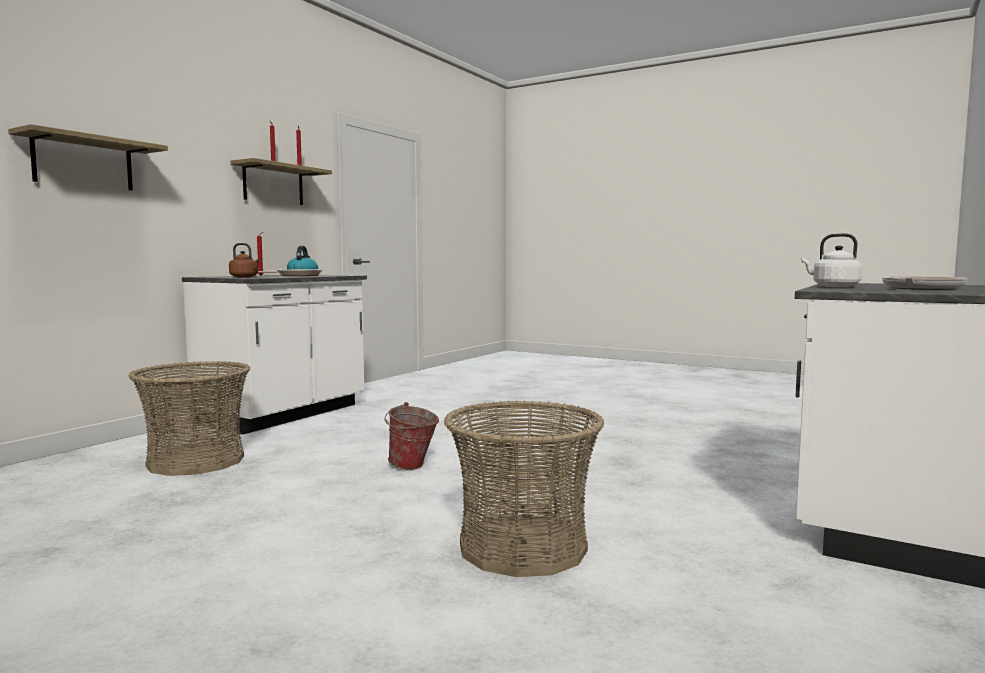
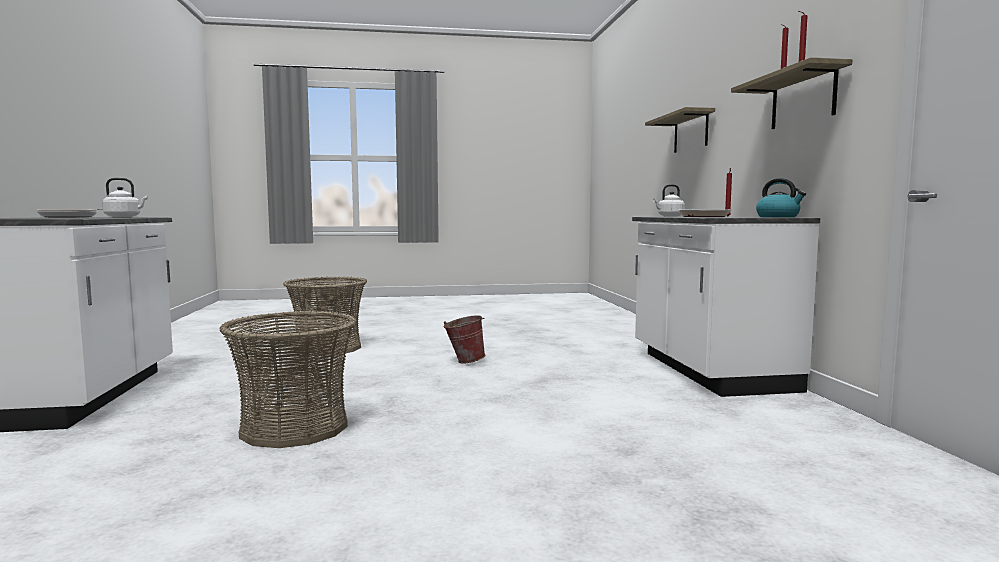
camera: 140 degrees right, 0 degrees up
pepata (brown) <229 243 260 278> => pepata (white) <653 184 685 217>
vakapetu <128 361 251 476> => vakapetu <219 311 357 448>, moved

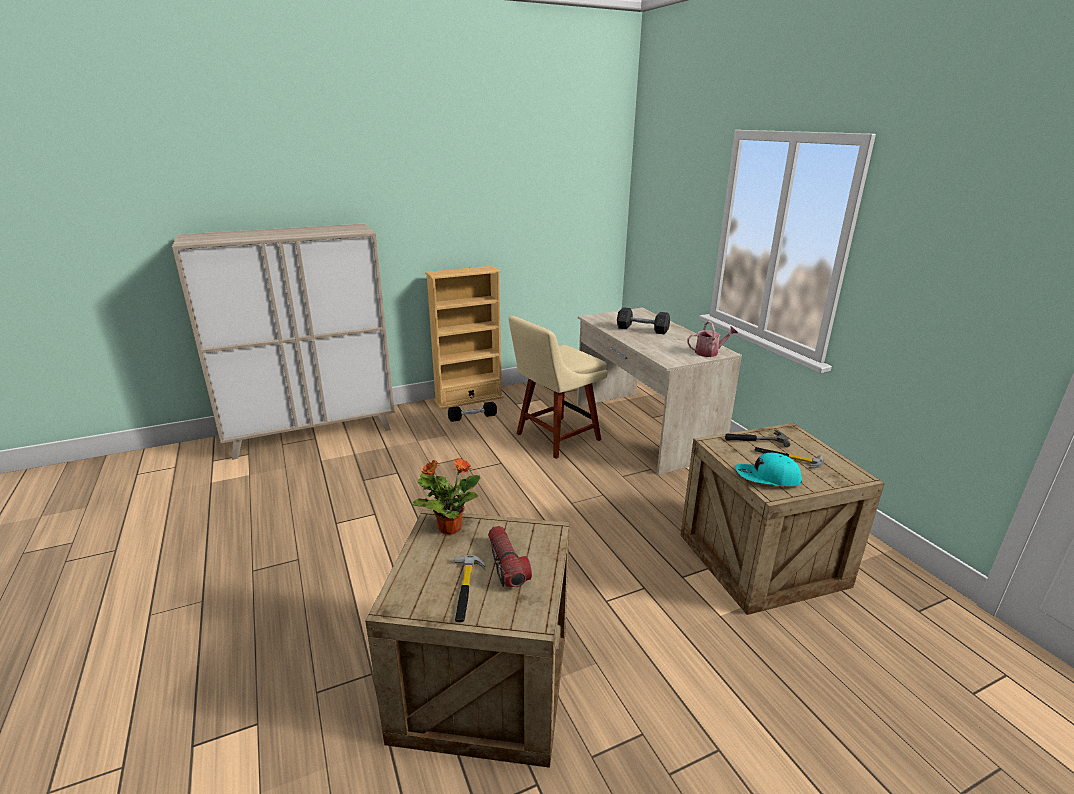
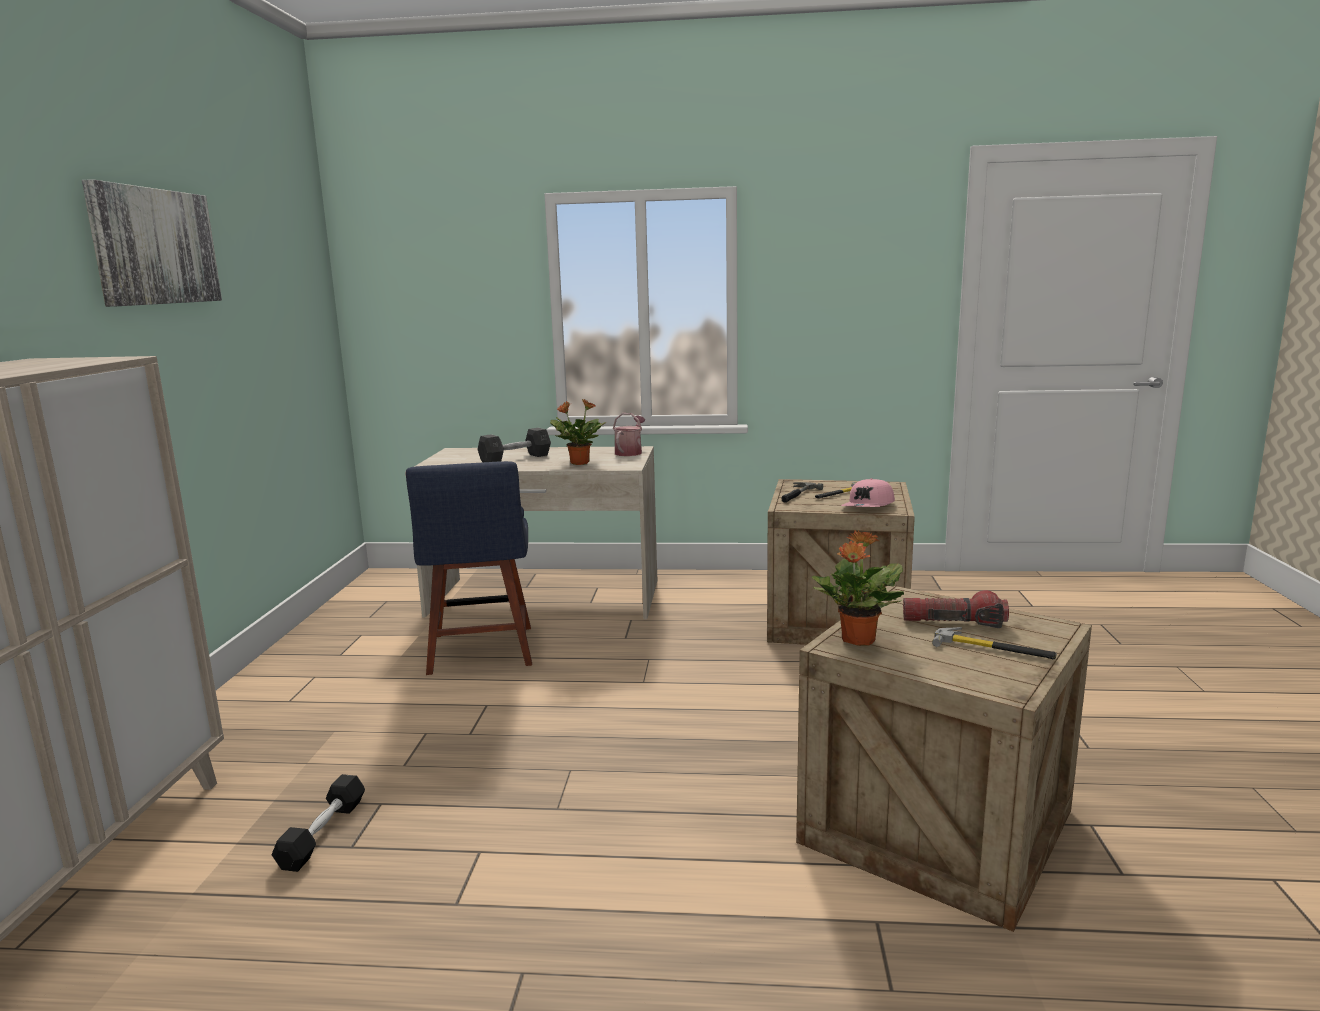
camera: 60 degrees left, 10 degrees down
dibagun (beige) <425 266 503 409> => nothing
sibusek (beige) <508 316 608 459> => sibusek (blue) <406 461 532 675>
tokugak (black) <448 402 497 422> => tokugak (black) <272 774 365 872>, moved
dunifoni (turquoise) <735 453 802 486> => dunifoni (pink) <841 478 895 507>
nothing => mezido <82 179 222 307>
nothing => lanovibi <550 399 606 465>

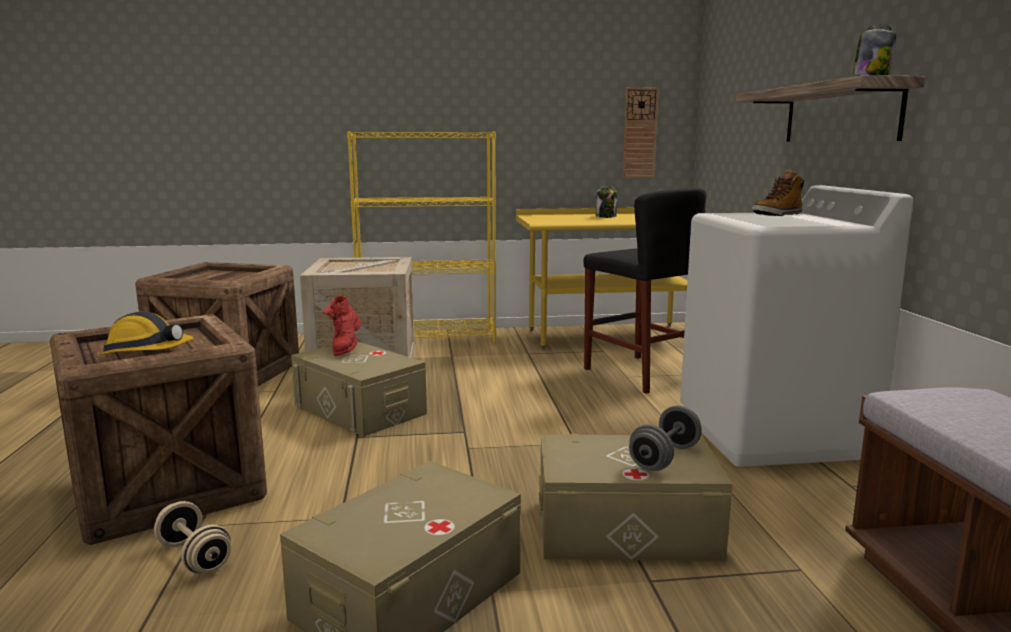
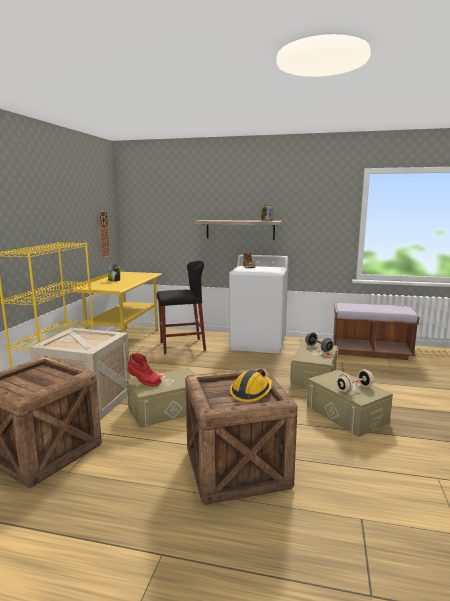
camera: 70 degrees left, 0 degrees up
tokugak (beige) <154 501 231 574> => tokugak (beige) <336 369 374 393>, moved

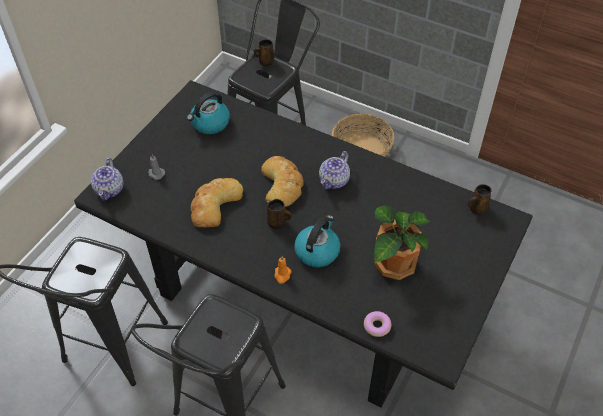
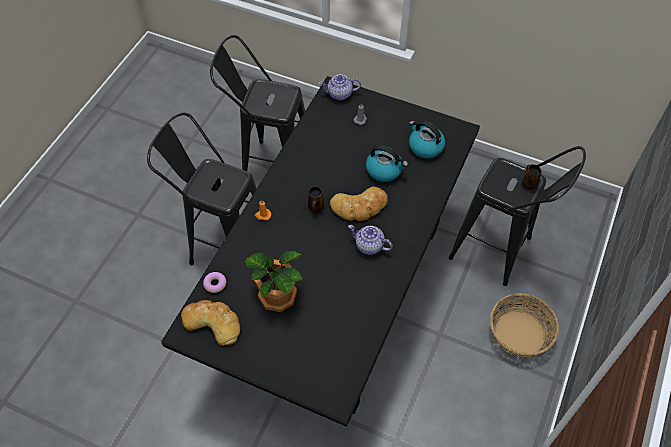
camera: 85 degrees right, 5 degrees up
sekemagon <191 178 243 227> => sekemagon <181 300 240 346>, moved
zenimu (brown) <468 184 492 215> => nothing
pepata <294 215 340 267> => pepata <366 145 408 182>, moved

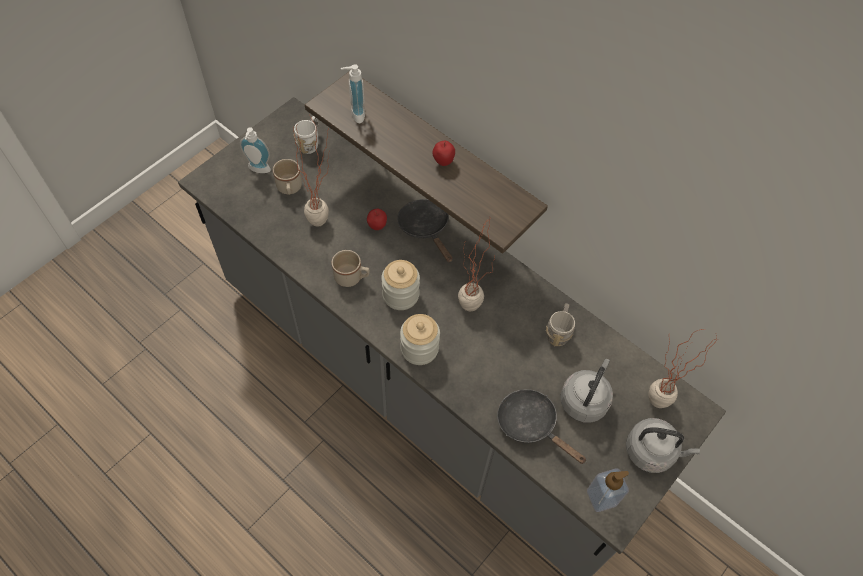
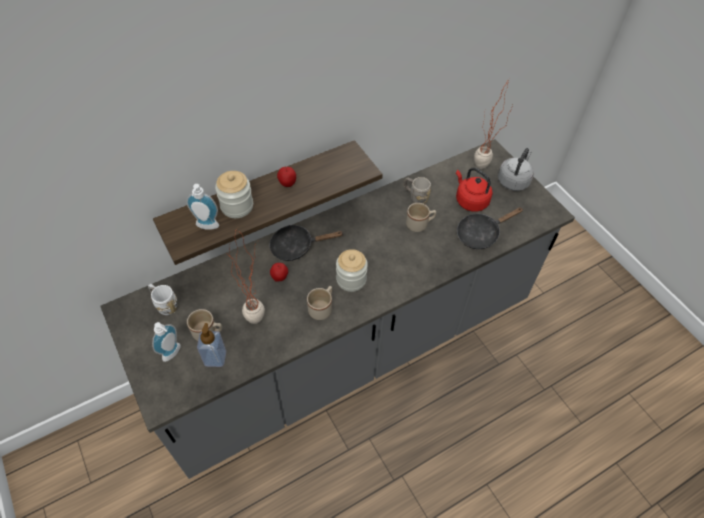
camera: 70 degrees left, 5 degrees down
lanovibi <458 219 495 311> => nothing
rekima <400 314 440 365> => rekima <215 171 253 218>, moved
pepata (grey) <560 359 613 423> => pepata (red) <456 168 493 212>
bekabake <587 468 629 512> => bekabake <197 323 226 367>, moved
nothing => zenimu (beige) <406 203 436 232>

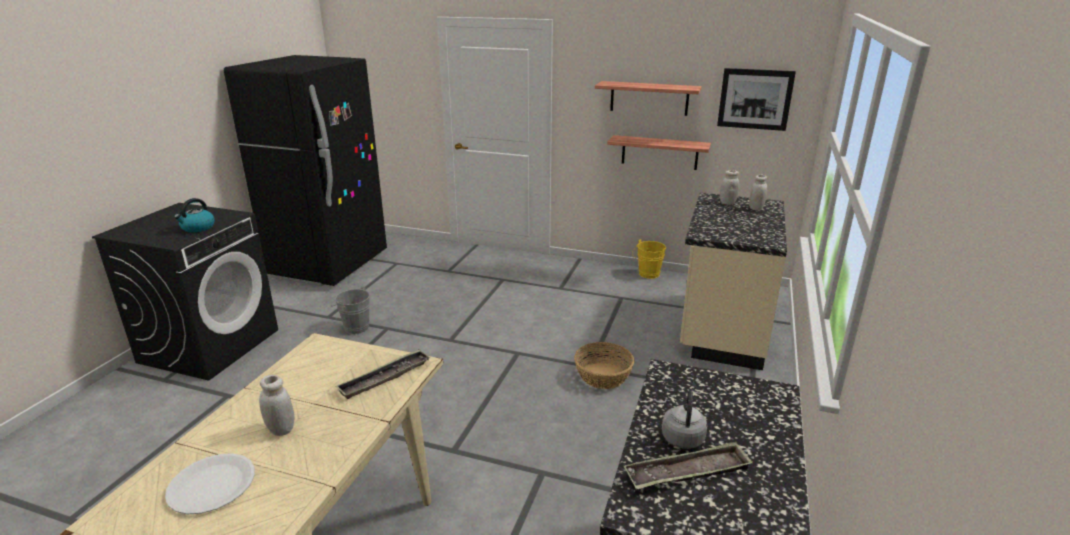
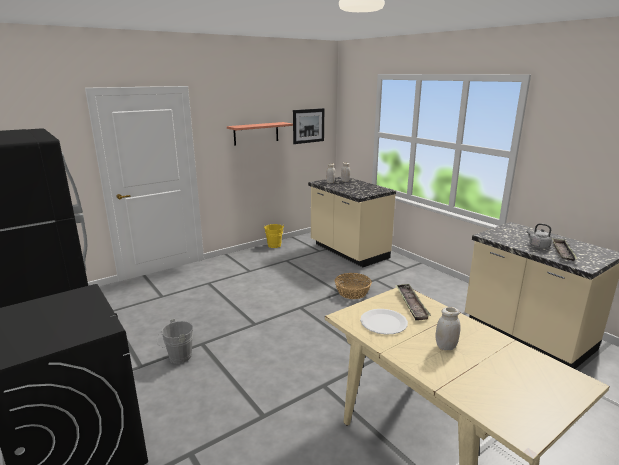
camera: 55 degrees left, 5 degrees down
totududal <607 135 711 170> => nothing
pepata <174 198 215 233> => nothing
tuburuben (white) <165 453 255 514> => tuburuben (white) <360 309 408 335>, moved

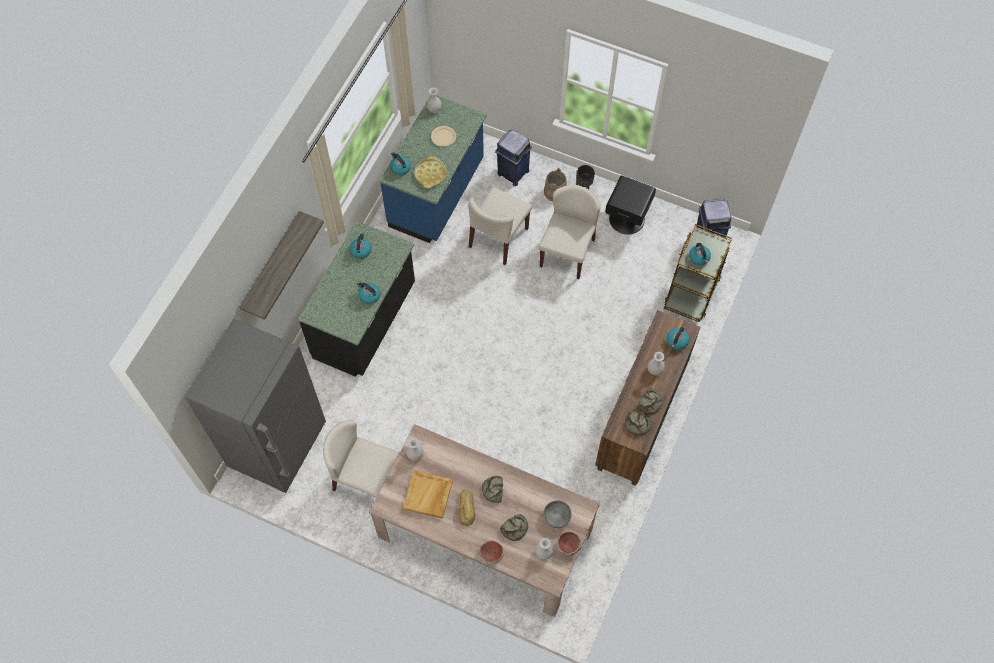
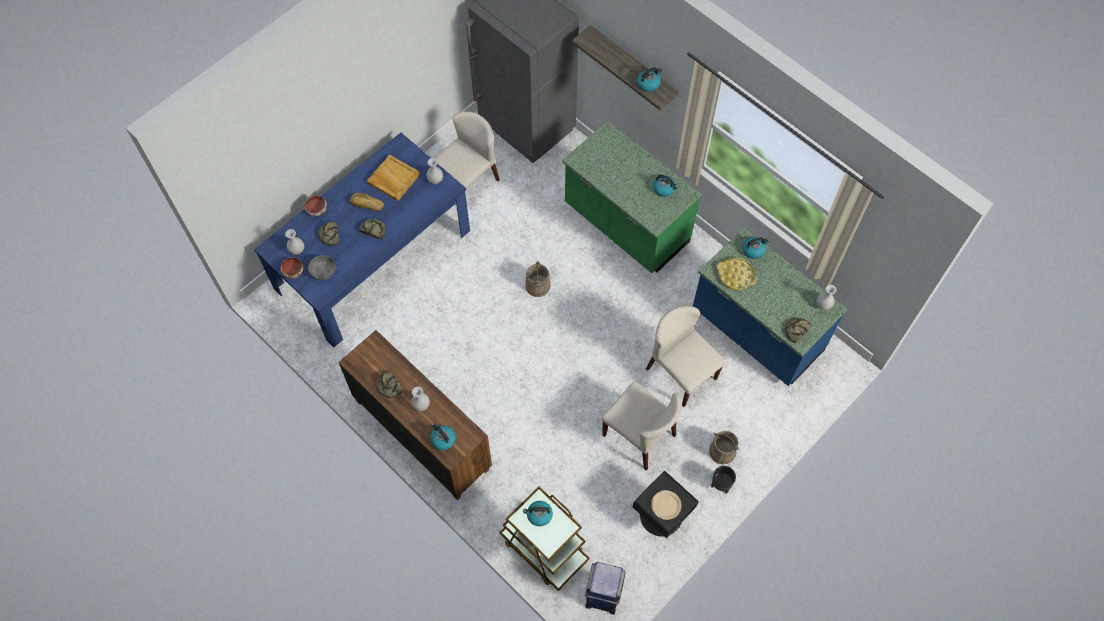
camera: 110 degrees right, 0 degrees up
tuburuben (beige) <431 126 456 147> => tuburuben (beige) <651 490 681 520>, moved
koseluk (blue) <495 129 532 186> => nothing
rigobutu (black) <298 221 415 377> => rigobutu (green) <562 121 701 273>
pepata <357 281 380 304> => pepata <637 67 663 92>, moved
sekemagon <625 411 652 435> => sekemagon <785 318 812 343>, moved
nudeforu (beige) <369 424 600 617> => nudeforu (blue) <254 133 470 347>
nothing => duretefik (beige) <525 261 550 297>

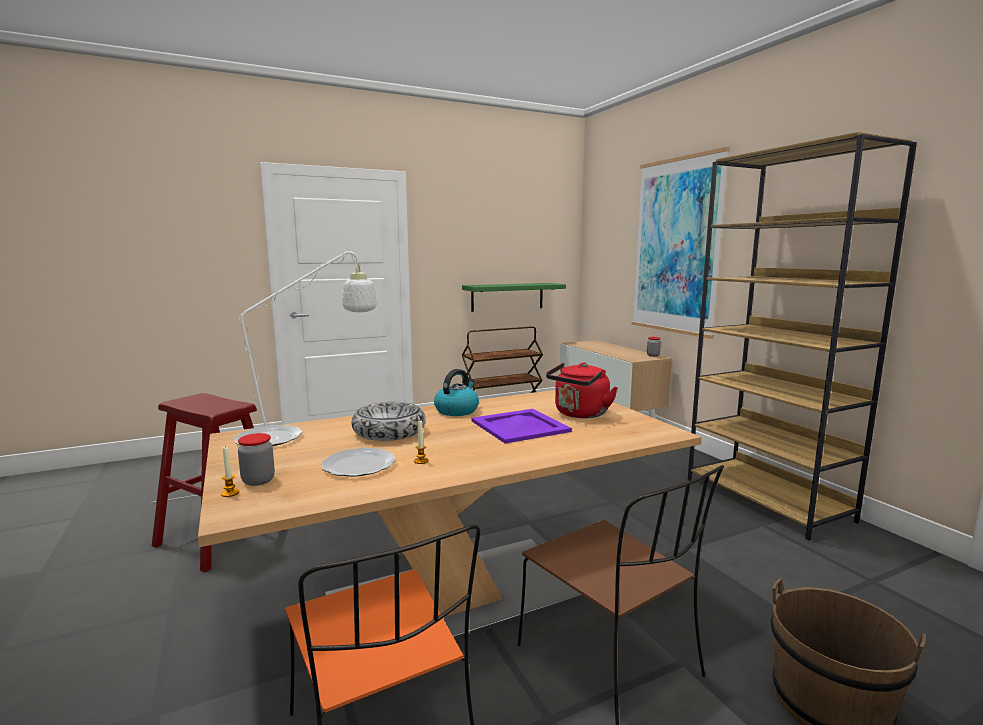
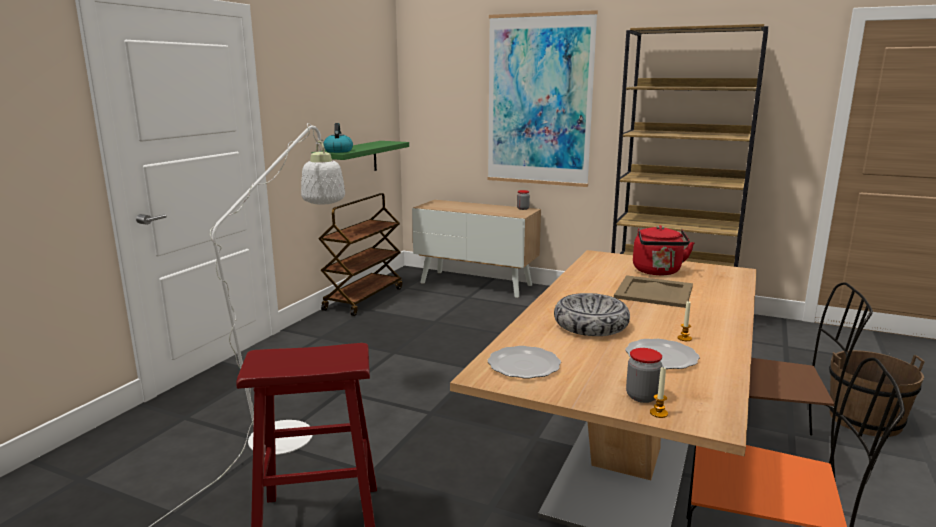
camera: 40 degrees left, 5 degrees up
pepata <434 369 479 416> => pepata <323 123 353 153>, moved
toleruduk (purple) <472 409 572 444> => toleruduk (beige) <614 275 693 308>

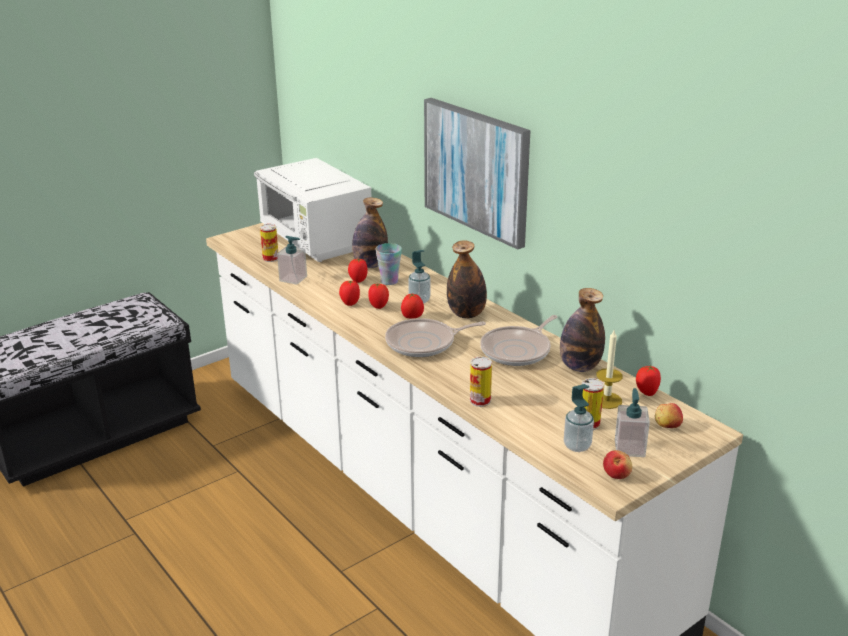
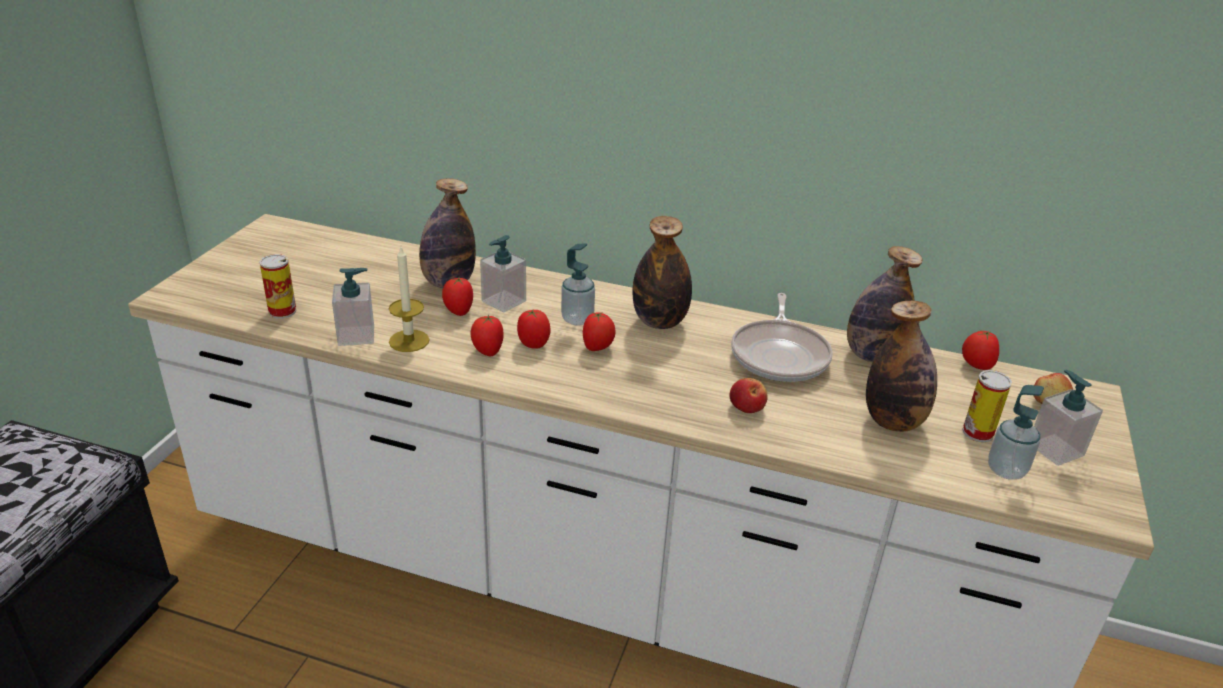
camera: 35 degrees left, 5 degrees up
mezido <424 98 531 250> => nothing
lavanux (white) <254 158 372 262> => nothing
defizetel <376 243 402 285> => bekabake <480 235 526 313>
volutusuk <385 318 486 357> => nothing
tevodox <596 330 623 409> => tevodox <389 247 430 352>, moved
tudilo <470 357 492 407> => nothing
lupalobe <603 450 632 479> => lupalobe <729 378 767 413>, moved
nothing => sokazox <866 301 937 432>

